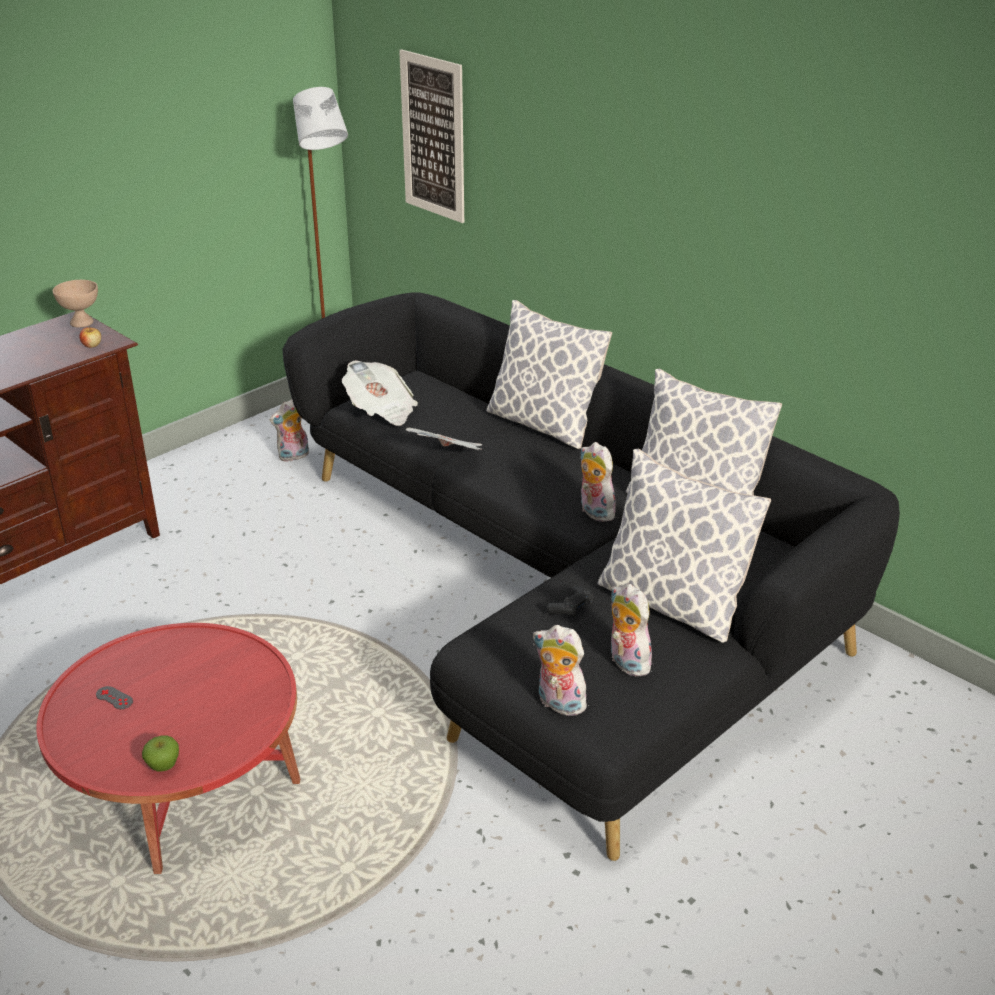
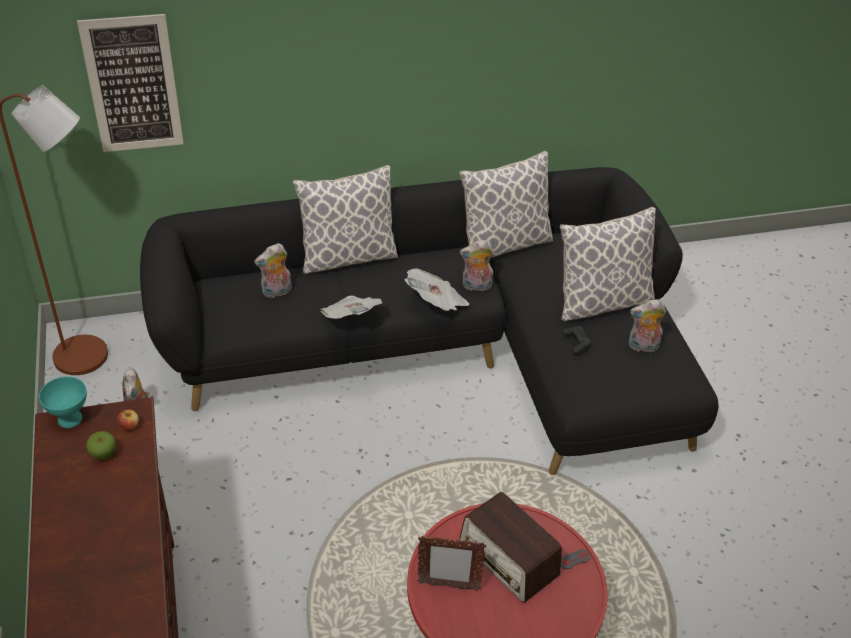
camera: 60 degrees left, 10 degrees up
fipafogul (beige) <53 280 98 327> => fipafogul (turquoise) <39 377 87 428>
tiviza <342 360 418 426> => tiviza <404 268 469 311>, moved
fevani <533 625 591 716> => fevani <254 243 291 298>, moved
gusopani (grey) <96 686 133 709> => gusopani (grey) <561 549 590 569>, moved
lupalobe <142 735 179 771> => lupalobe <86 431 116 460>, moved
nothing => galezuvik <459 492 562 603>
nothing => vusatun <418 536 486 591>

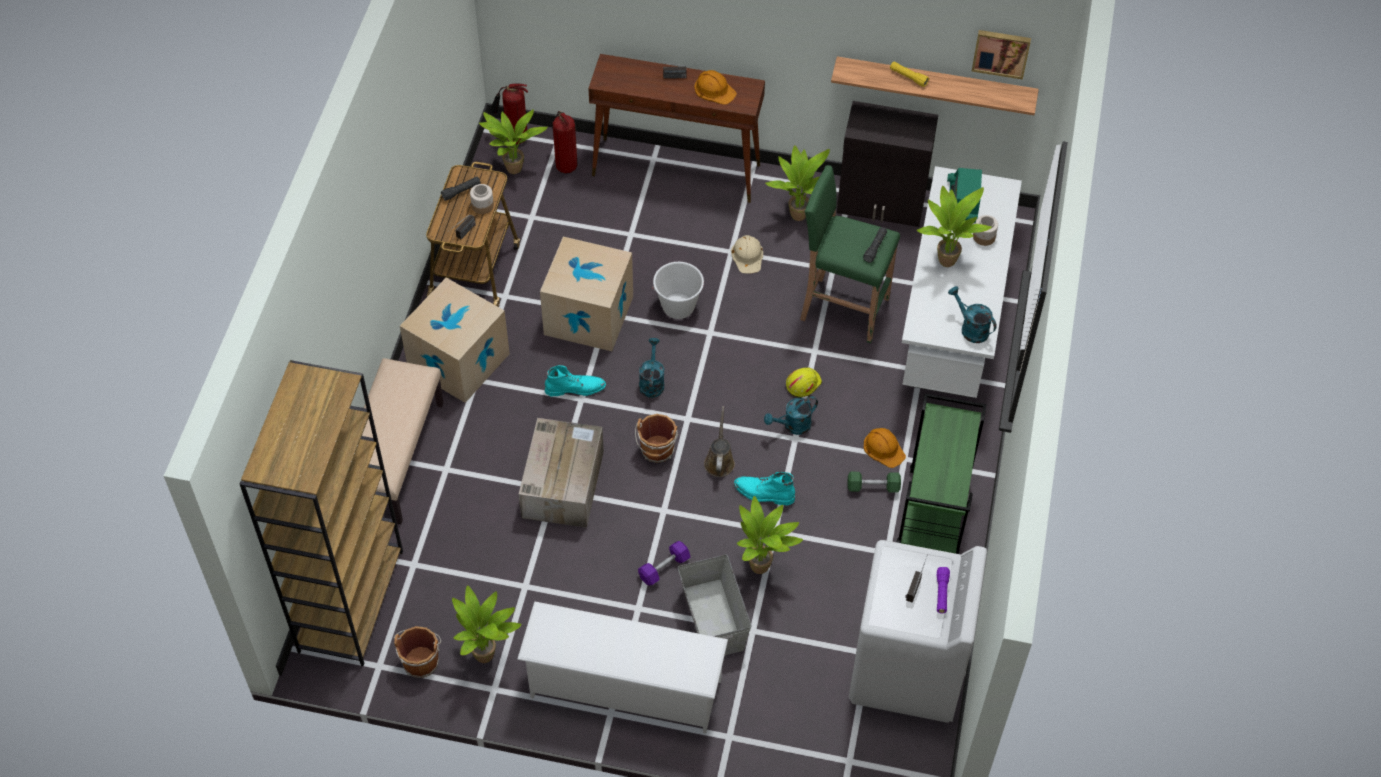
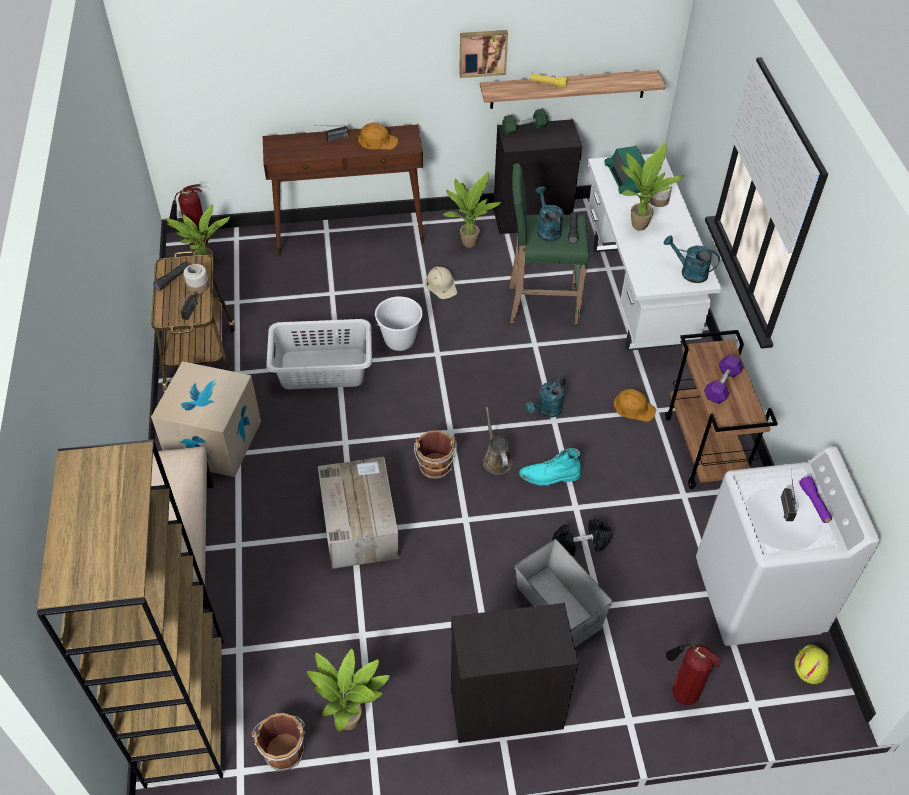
camera: 20 degrees left, 5 degrees down
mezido <972 30 1031 80> => mezido <459 30 508 78>, moved
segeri <552 111 578 173> => segeri <666 644 722 705>, moved
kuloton <540 237 633 351> => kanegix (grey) <266 319 372 389>
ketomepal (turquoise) <639 338 664 398> => ketomepal (turquoise) <535 186 563 242>, moved
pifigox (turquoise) <545 365 606 396> => nothing
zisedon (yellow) <786 368 822 398> => zisedon (yellow) <795 644 830 684>, moved
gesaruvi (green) <897 393 987 554> => gesaruvi (brown) <665 330 778 489>
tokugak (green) <848 472 901 493> => tokugak (green) <502 109 548 136>, moved
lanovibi <737 496 803 574> => tokugak (black) <552 519 612 556>
tokugak (purple) <638 541 691 586> => tokugak (purple) <704 354 744 404>, moved
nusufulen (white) <517 601 728 734> => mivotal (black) <451 603 578 743>

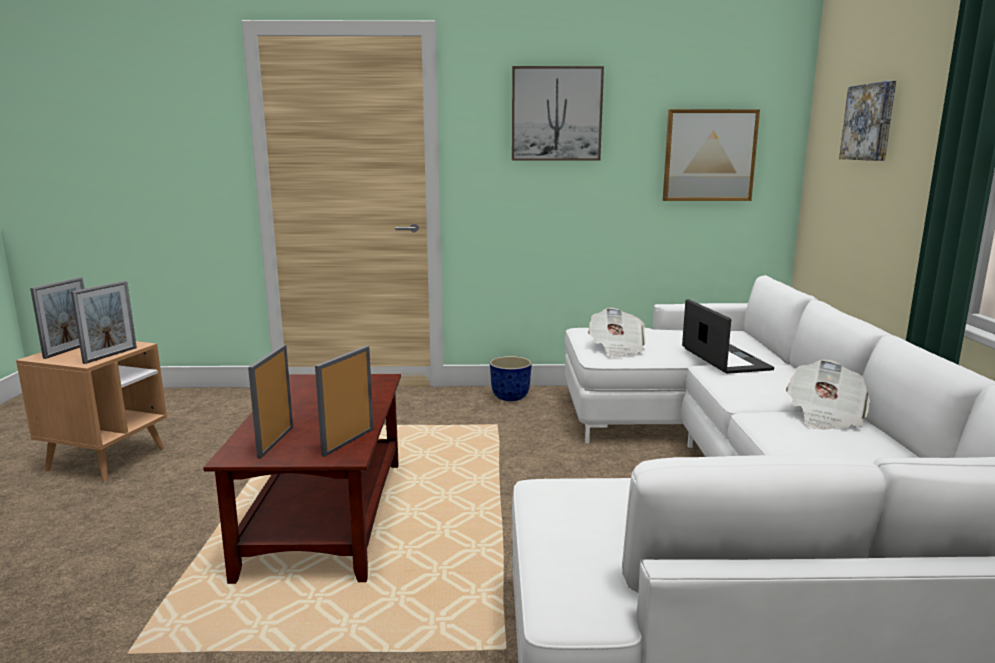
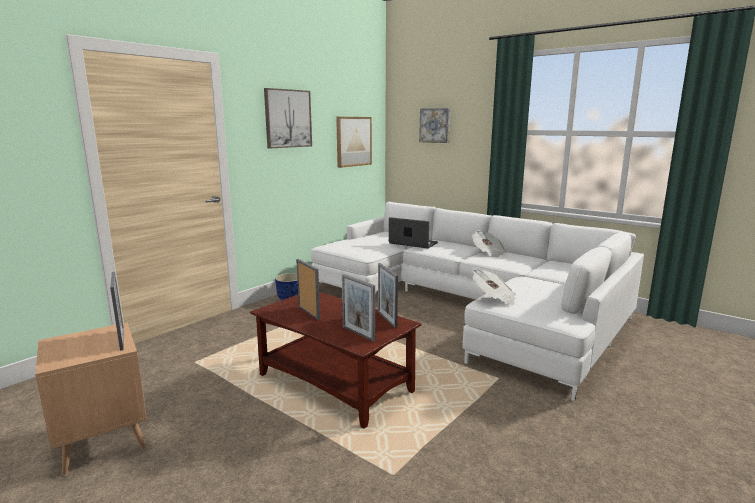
camera: 50 degrees left, 0 degrees up
vusatun <30 277 85 359> => vusatun <296 259 320 320>, moved
tiviza <588 308 646 358> => tiviza <473 268 516 306>, moved

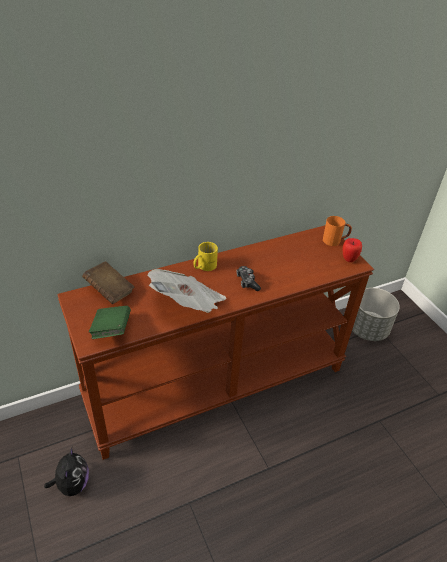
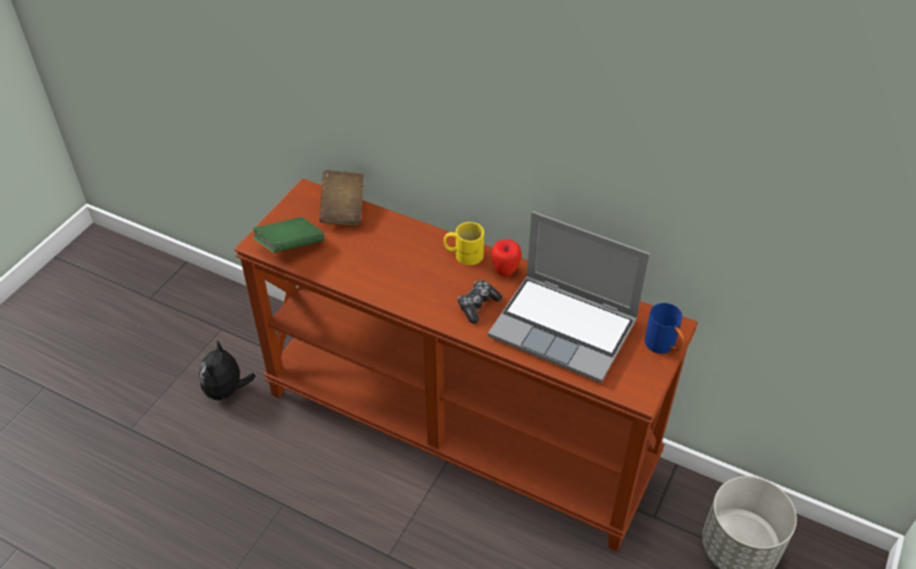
camera: 55 degrees right, 5 degrees up
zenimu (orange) <323 216 352 246> => zenimu (blue) <645 303 685 354>
lupalobe <343 238 362 262> => lupalobe <492 239 522 276>, moved
tiviza <147 269 226 313> => nothing
fevani <44 447 89 496> => fevani <199 340 256 405>, 135 degrees clockwise
nothing => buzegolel <488 211 650 383>

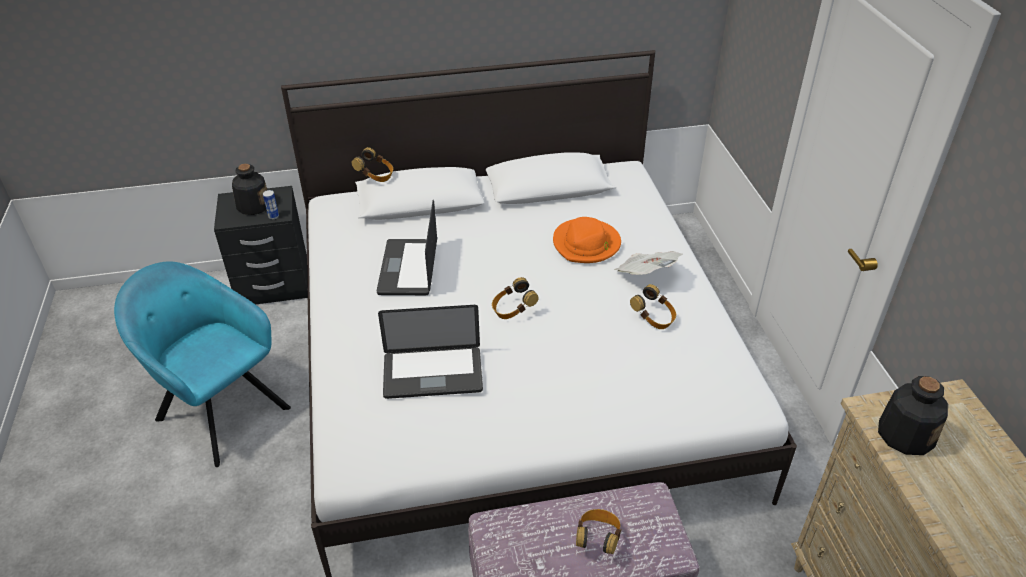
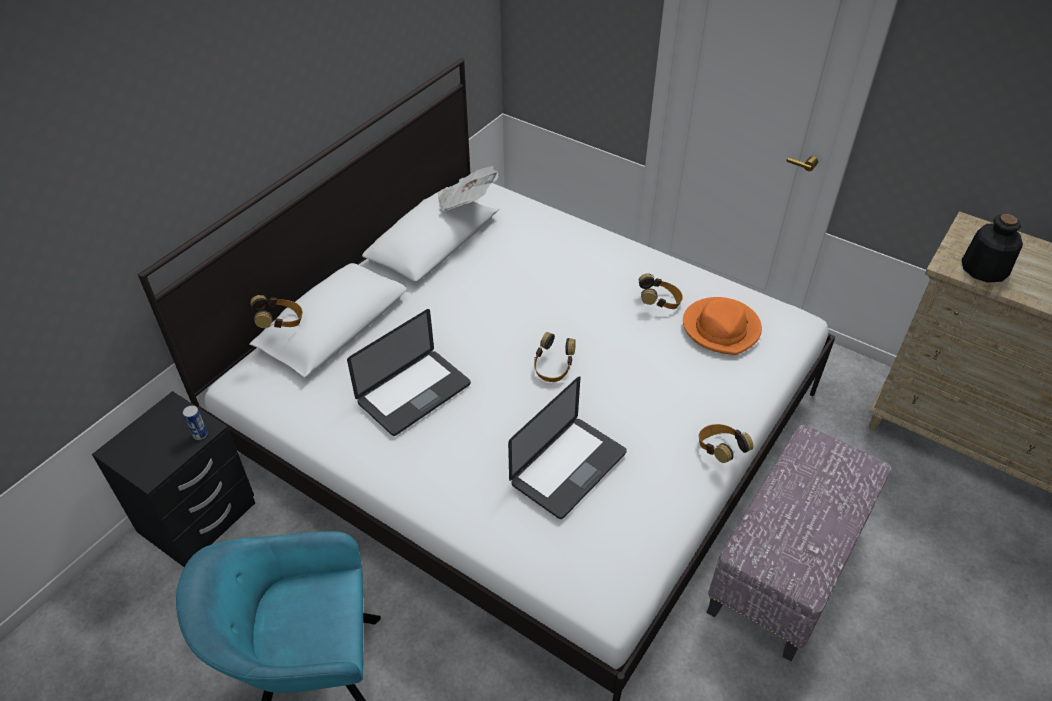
camera: 45 degrees left, 5 degrees up
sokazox <232 164 267 215> => nothing
buzegolel <377 200 437 295> => buzegolel <347 309 471 436>, 90 degrees counterclockwise
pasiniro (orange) <553 217 621 263> => pasiniro (orange) <683 297 762 355>, moved
tiviza <614 251 683 275> => tiviza <438 166 498 211>, moved
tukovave <576 509 621 554> => tukovave <699 424 753 463>, moved

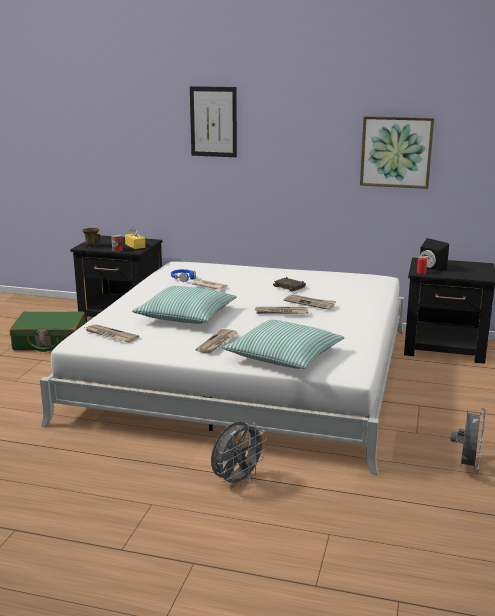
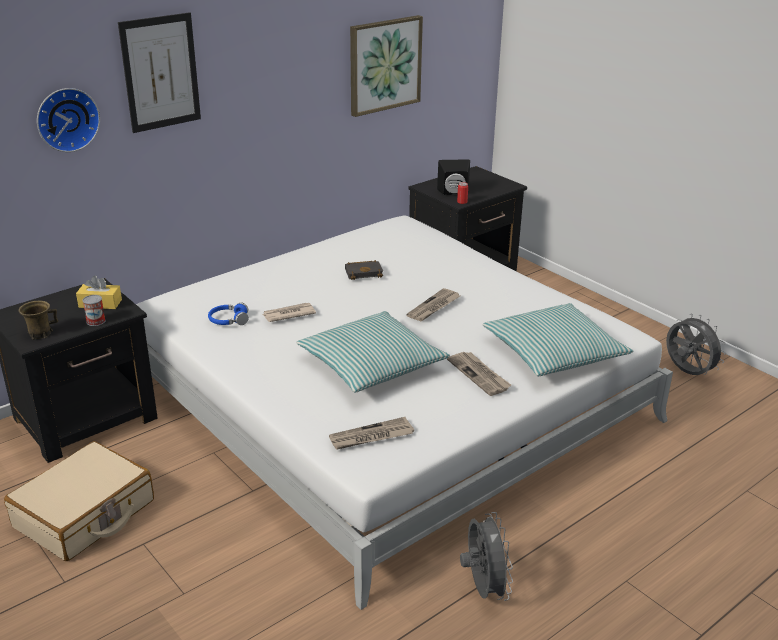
camera: 55 degrees left, 10 degrees up
tiviza <283 294 337 310> => nothing
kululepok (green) <10 312 86 352> => kululepok (beige) <4 441 154 561>
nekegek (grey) <211 422 267 488> => nekegek (grey) <460 512 513 601>, moved
nothing => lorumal <37 88 100 152>

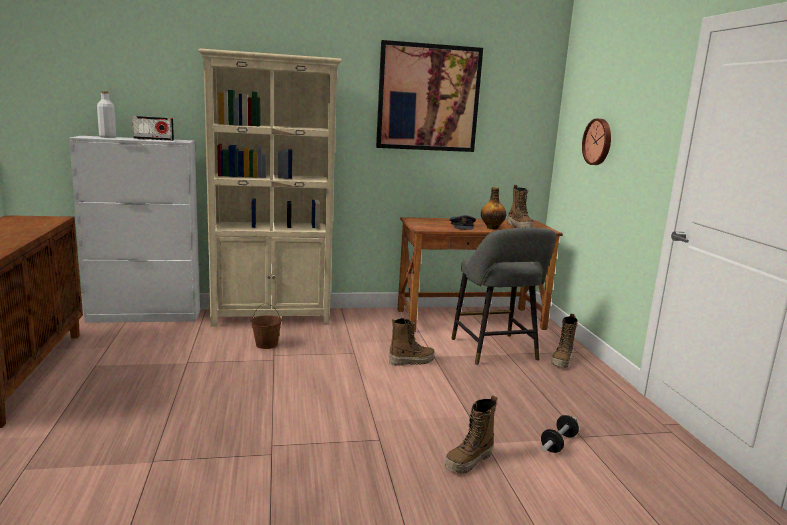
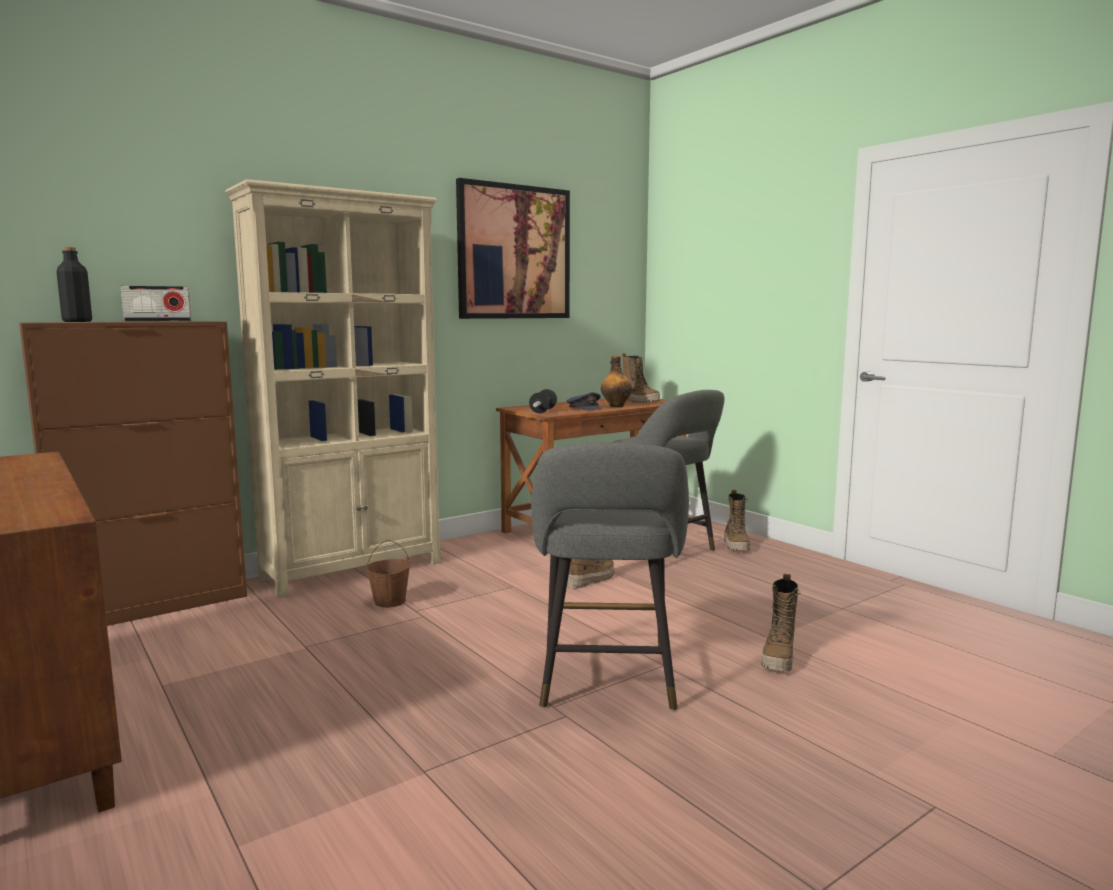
camera: 25 degrees left, 5 degrees down
sokazox (white) <97 91 116 138> => sokazox (black) <56 247 92 322>
lorumal <582 119 611 165> => nothing
mivotal (white) <69 136 200 323> => mivotal (brown) <19 321 247 626>
tokugak <541 415 579 453> => tokugak <529 389 557 413>, moved
nothing => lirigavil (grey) <531 442 689 711>

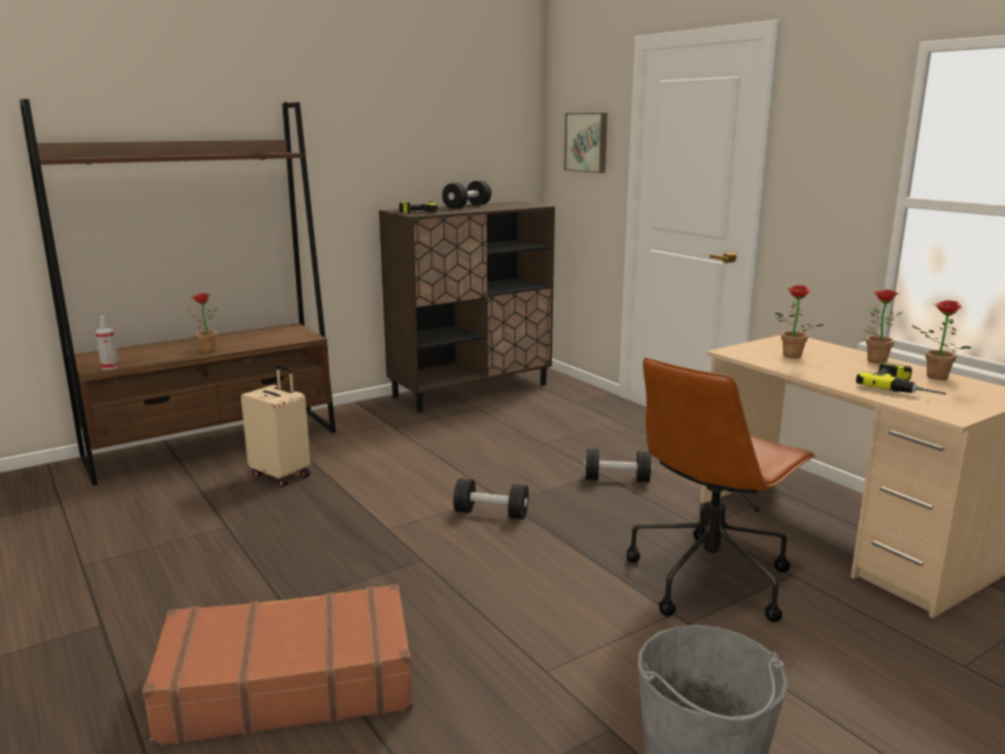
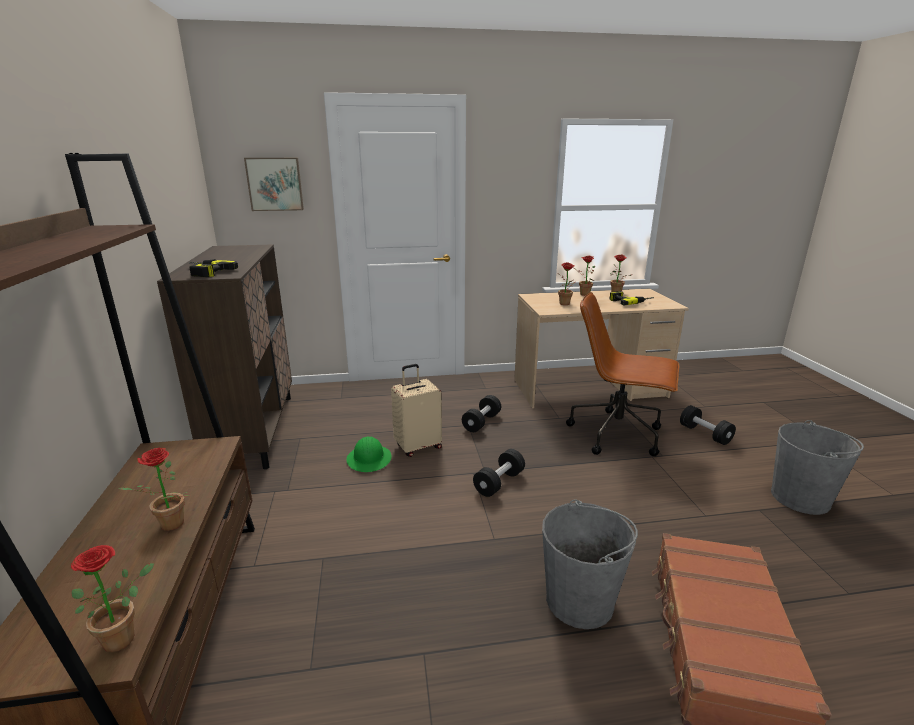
camera: 65 degrees left, 5 degrees up
tokugak (black) <442 180 491 209> => tokugak (black) <680 405 736 445>, moved
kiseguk <95 316 119 370> => lanovibi <71 545 154 652>
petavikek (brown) <627 358 816 622> => petavikek (brown) <566 292 680 456>, 135 degrees clockwise
kululepok (beige) <241 364 310 487> => kululepok (beige) <391 364 442 457>, moved
nothing => zisedon (green) <346 437 391 472>
nothing => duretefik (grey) <542 499 638 629>

